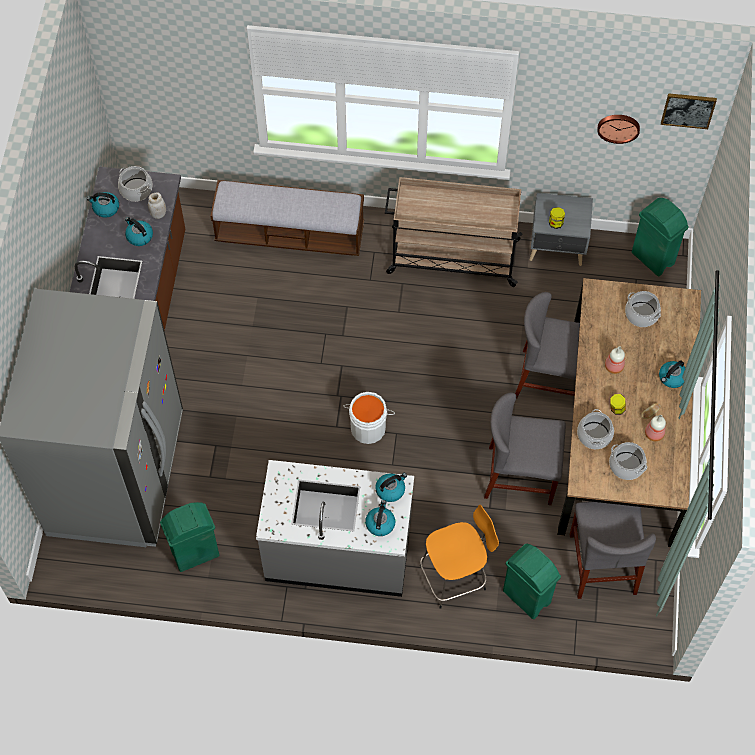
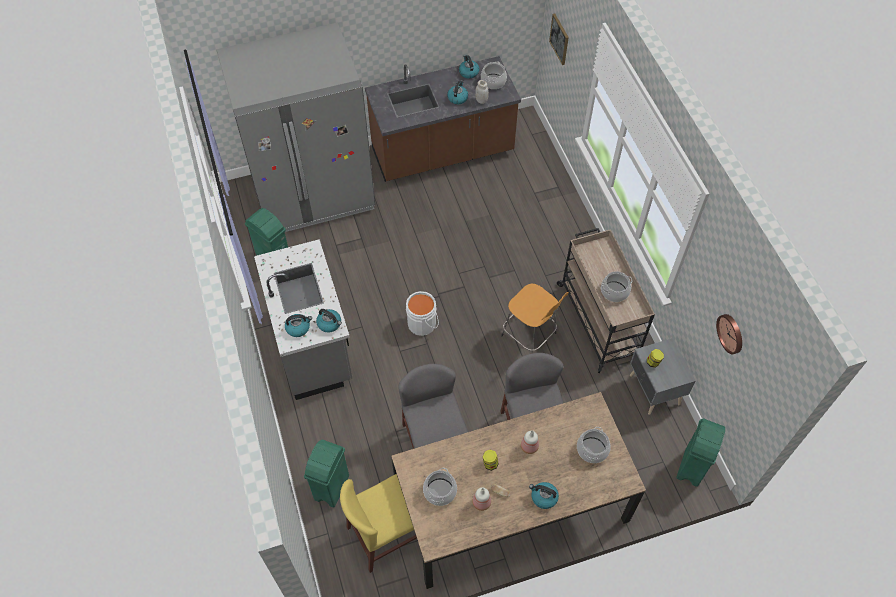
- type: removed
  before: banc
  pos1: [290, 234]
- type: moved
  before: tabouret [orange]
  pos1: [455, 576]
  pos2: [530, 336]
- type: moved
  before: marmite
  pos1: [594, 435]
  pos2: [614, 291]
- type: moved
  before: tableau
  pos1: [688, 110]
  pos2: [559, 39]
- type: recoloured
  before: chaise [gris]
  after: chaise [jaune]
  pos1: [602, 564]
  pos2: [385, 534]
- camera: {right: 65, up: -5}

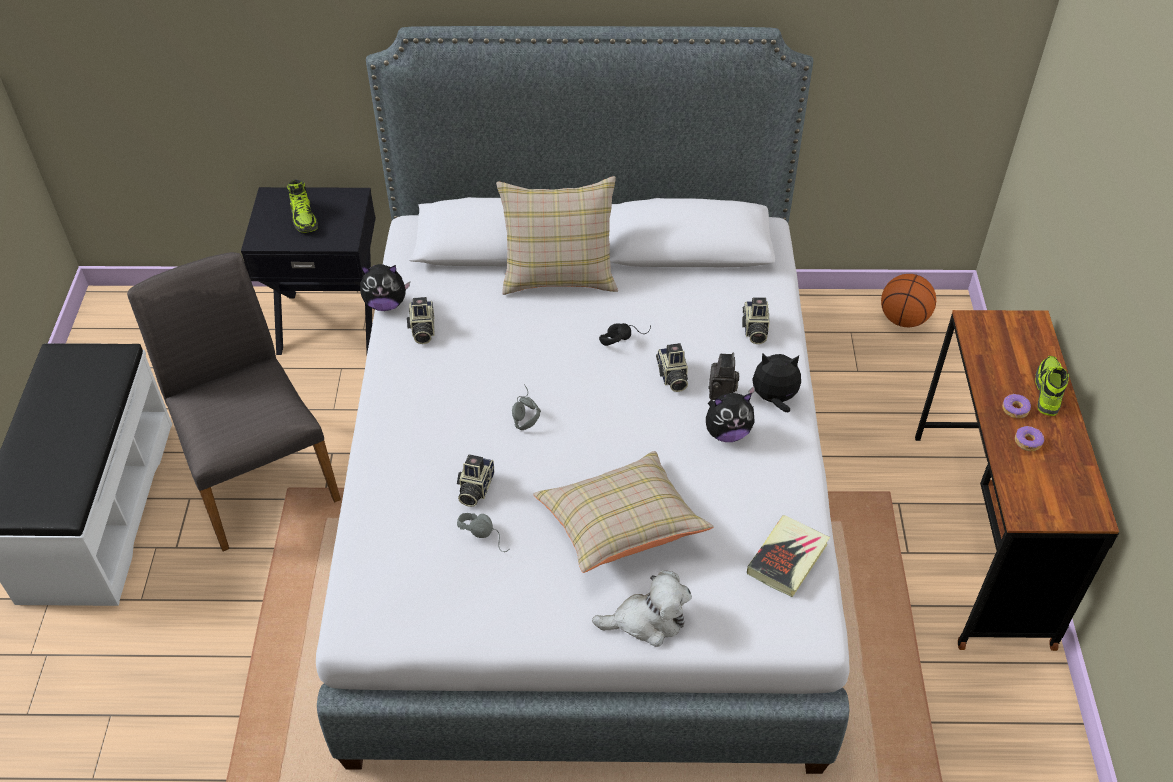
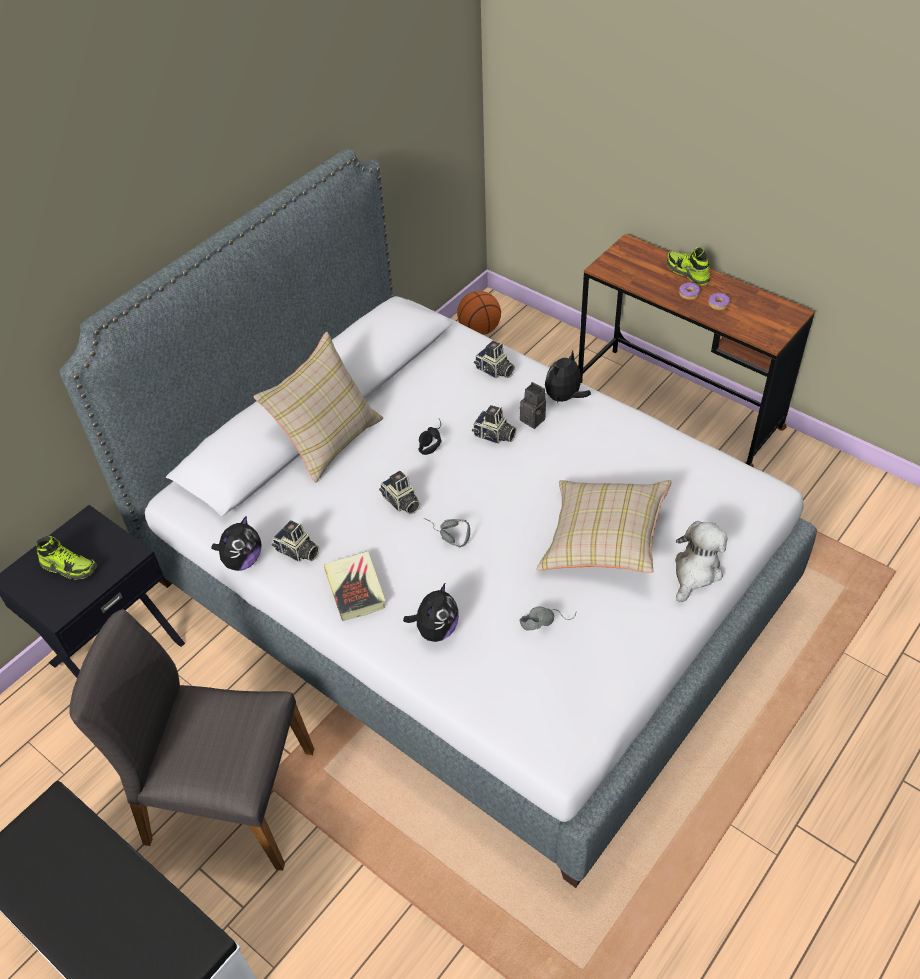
- type: moved
  before: appareil photo
  pos1: [474, 488]
  pos2: [401, 502]
- type: moved
  before: peluche
  pos1: [727, 432]
  pos2: [435, 630]
- type: moved
  before: livre
  pos1: [787, 559]
  pos2: [355, 589]
- camera: {right: -50, up: 0}

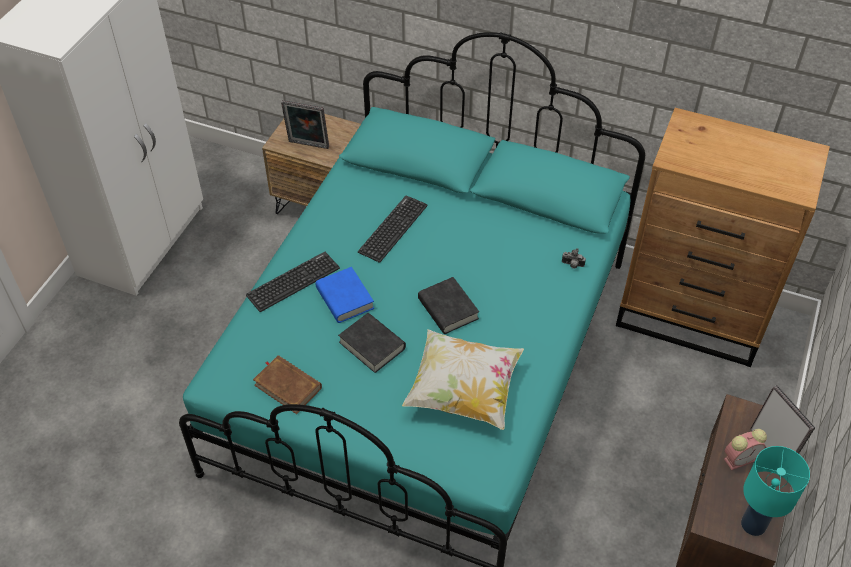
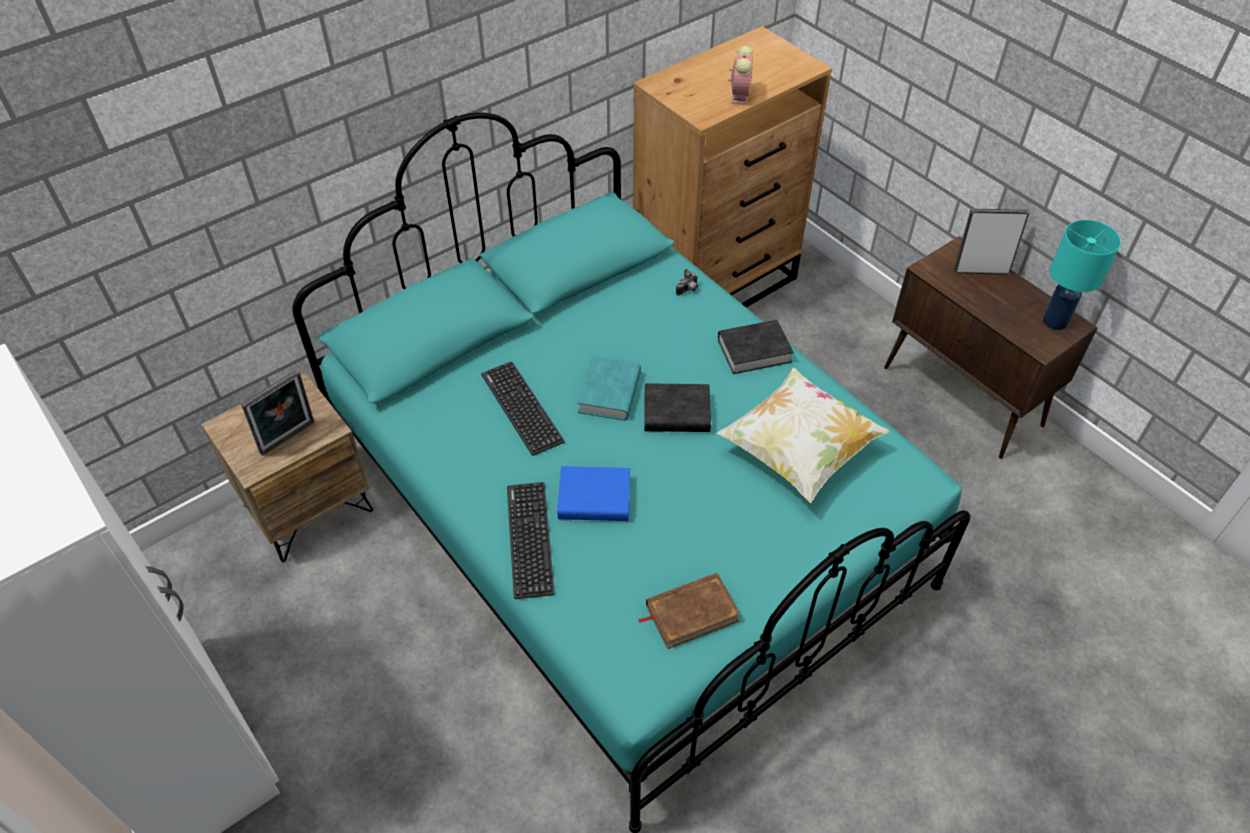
- type: added
  after: livre [turquoise]
  pos2: [609, 393]
- type: moved
  before: livre [noir]
  pos1: [372, 345]
  pos2: [754, 351]
- type: moved
  before: réveil
  pos1: [740, 459]
  pos2: [739, 95]
- camera: {right: -60, up: 0}

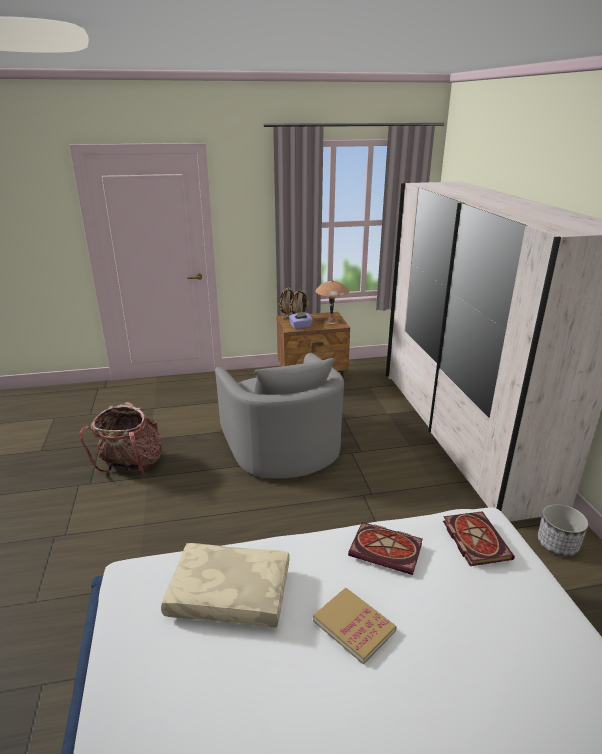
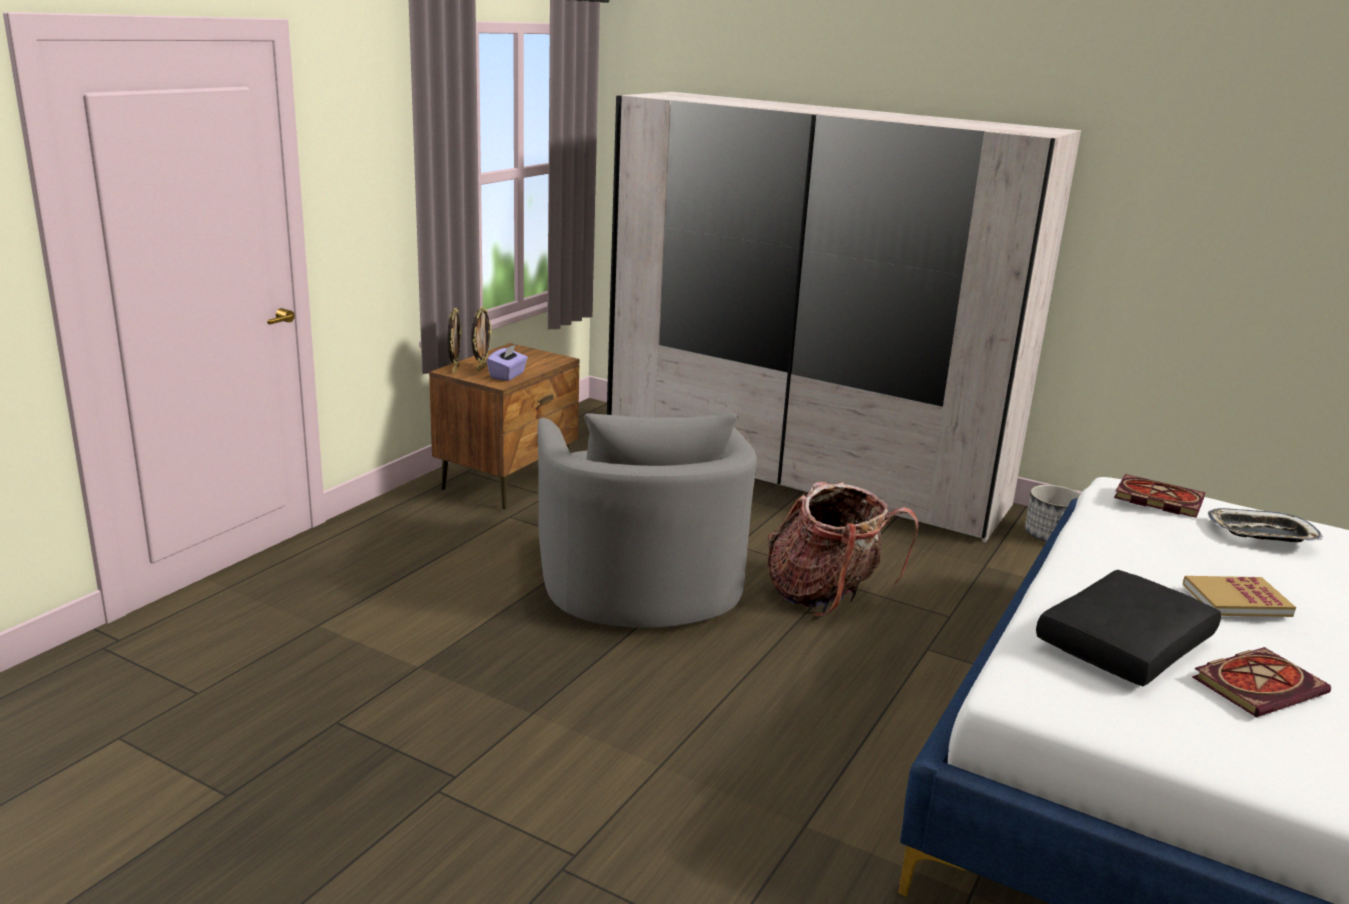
- type: removed
  before: lampe de table [marron]
  pos1: [331, 321]
- type: added
  after: plateau
  pos2: [1261, 533]
- type: moved
  before: sac à dos
  pos1: [131, 465]
  pos2: [827, 596]
- type: moved
  before: livre
  pos1: [387, 550]
  pos2: [1258, 684]
- type: recoloured
  before: coussin [beige]
  after: coussin [noir]
  pos1: [228, 595]
  pos2: [1126, 645]
- type: turned
  before: fauteuil [gris]
  pos1: [282, 445]
  pos2: [639, 577]
  turn: 60
- camera: {right: -50, up: -5}

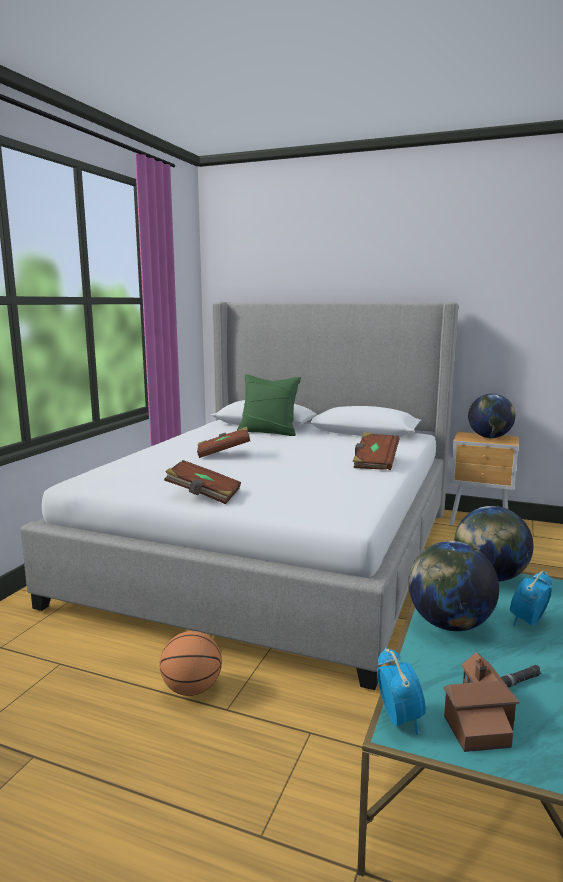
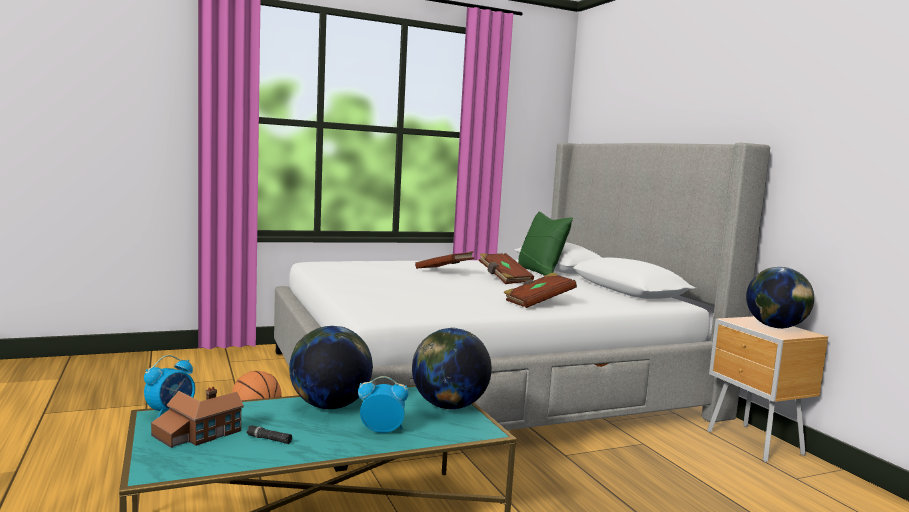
- type: moved
  before: livre [marron]
  pos1: [203, 495]
  pos2: [504, 279]
- camera: {right: 45, up: -5}

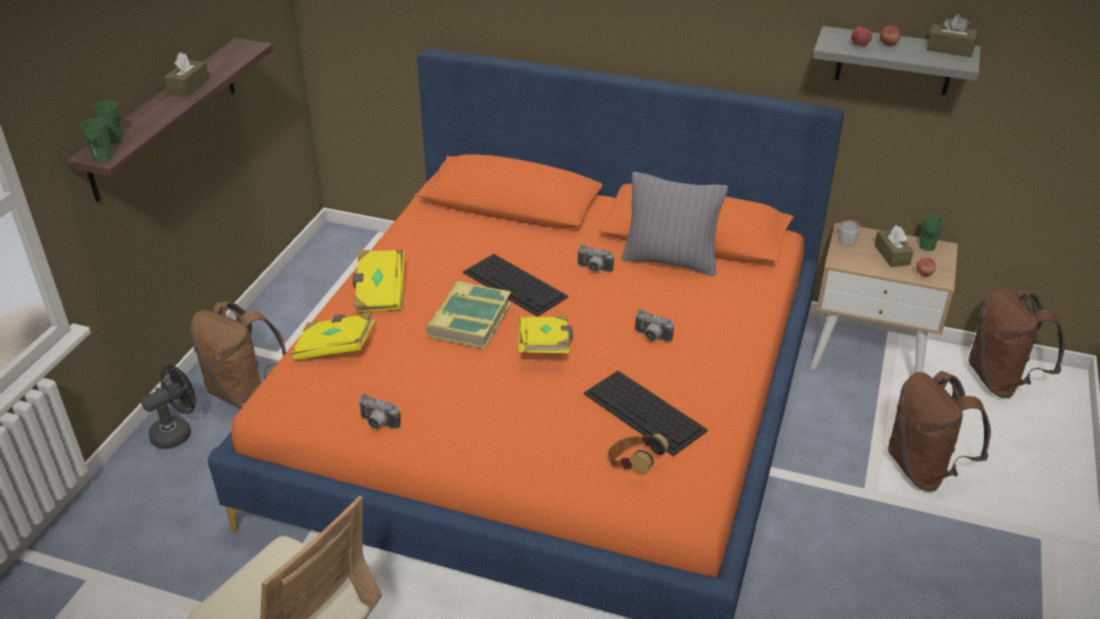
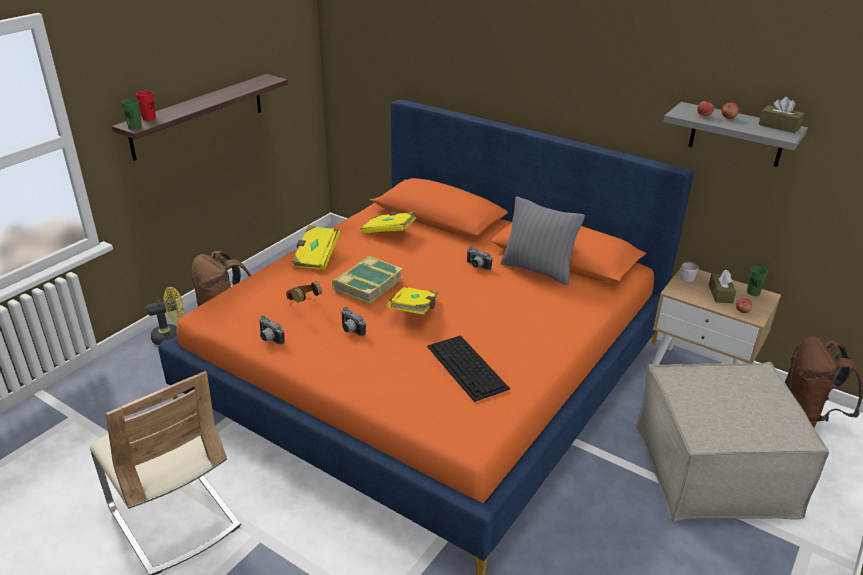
- type: removed
  before: boîte à mouchoirs [marron]
  pos1: [188, 86]
- type: removed
  before: clavier
  pos1: [515, 284]
- type: moved
  before: livre [jaune]
  pos1: [335, 348]
  pos2: [388, 232]
- type: moved
  before: casque audio
  pos1: [633, 466]
  pos2: [303, 303]
- type: moved
  before: appareil photo
  pos1: [651, 337]
  pos2: [350, 330]
- type: replaced
  before: sac à dos [marron]
  after: pouf [beige]
  pos1: [924, 469]
  pos2: [714, 470]
- type: recoloured
  before: tasse [vert]
  after: tasse [rouge]
  pos1: [114, 139]
  pos2: [149, 118]
- type: recoloured
  before: ventilateur [noir]
  after: ventilateur [jaune]
  pos1: [177, 432]
  pos2: [171, 336]
- camera: {right: 15, up: -5}

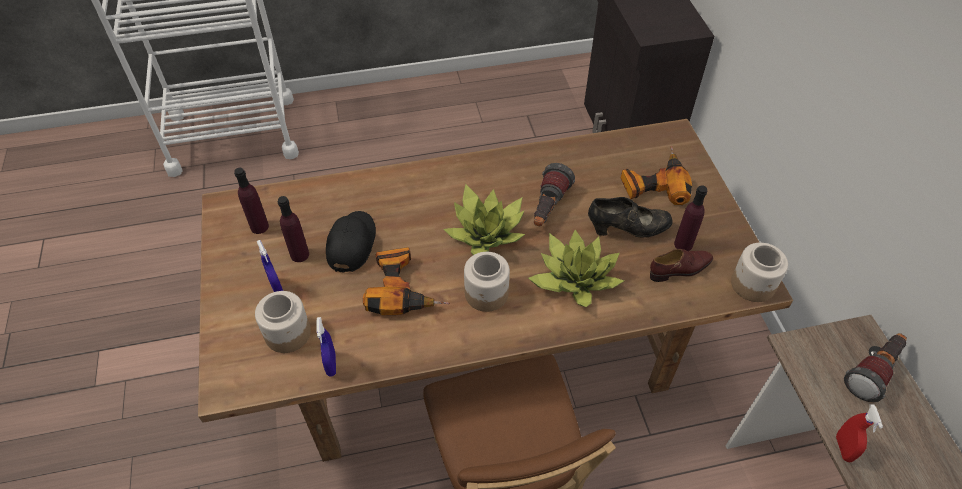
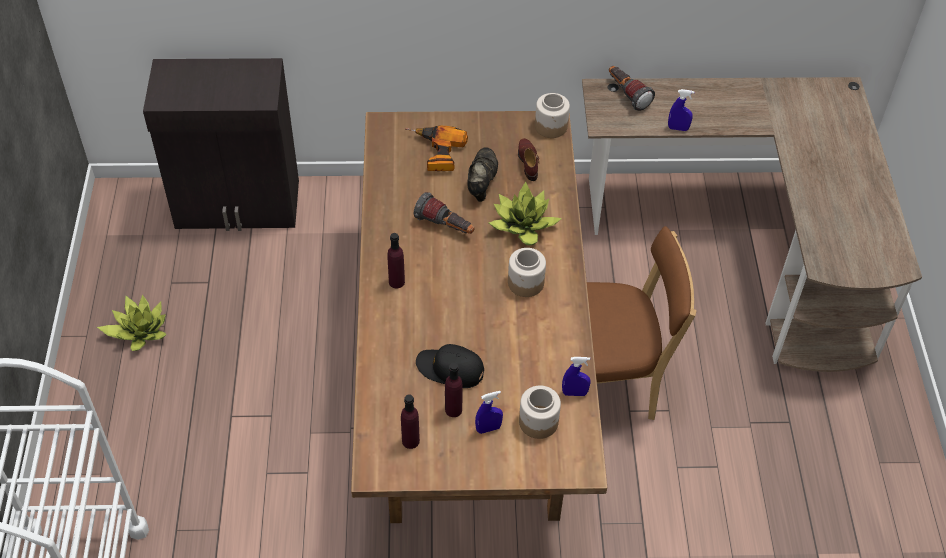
- type: removed
  before: perceuse
  pos1: [403, 288]
- type: moved
  before: plante en pot
  pos1: [486, 232]
  pos2: [139, 331]
- type: moved
  before: bouteille [violet]
  pos1: [683, 244]
  pos2: [396, 282]
- type: recoloured
  before: vaporisateur [rouge]
  after: vaporisateur [bleu]
  pos1: [843, 448]
  pos2: [678, 128]
- camera: {right: -80, up: 0}

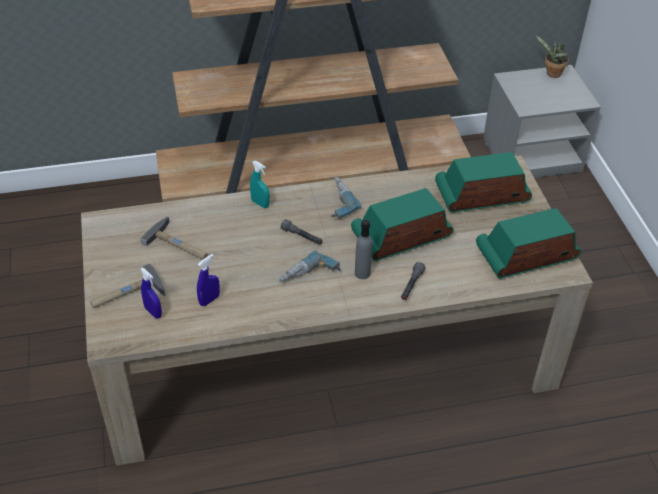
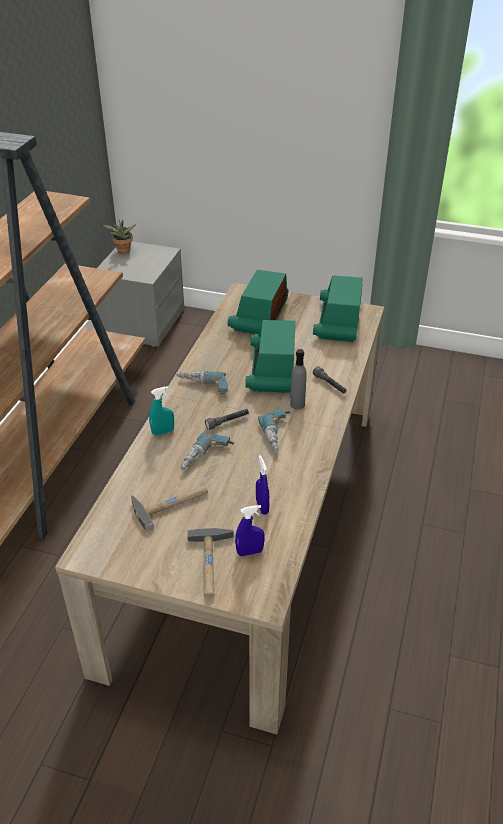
- type: added
  after: perceuse
  pos2: [206, 458]
- camera: {right: -60, up: -5}

